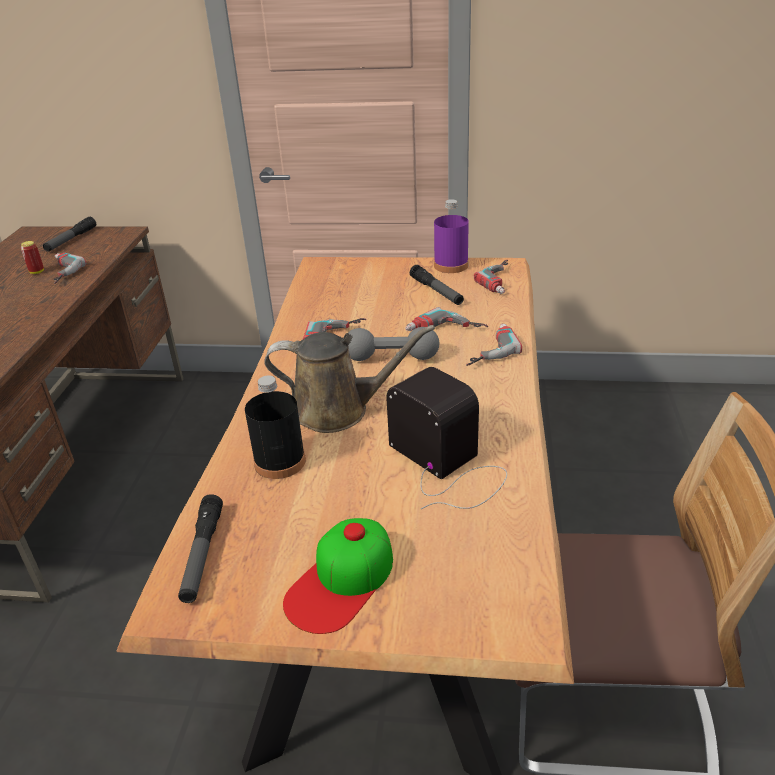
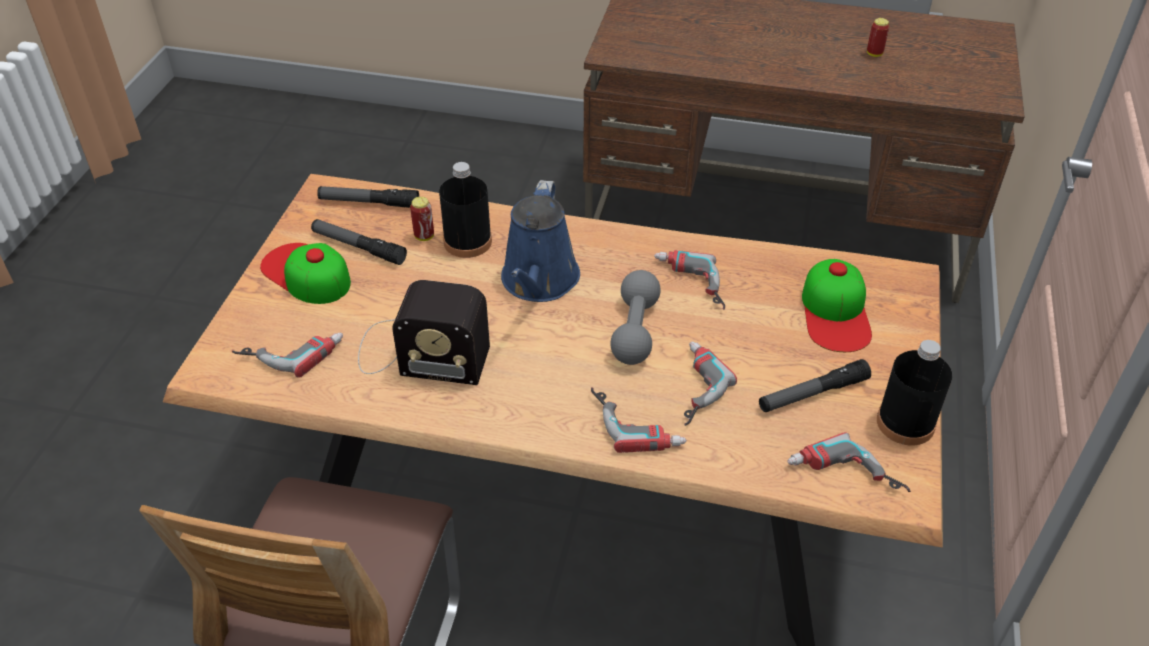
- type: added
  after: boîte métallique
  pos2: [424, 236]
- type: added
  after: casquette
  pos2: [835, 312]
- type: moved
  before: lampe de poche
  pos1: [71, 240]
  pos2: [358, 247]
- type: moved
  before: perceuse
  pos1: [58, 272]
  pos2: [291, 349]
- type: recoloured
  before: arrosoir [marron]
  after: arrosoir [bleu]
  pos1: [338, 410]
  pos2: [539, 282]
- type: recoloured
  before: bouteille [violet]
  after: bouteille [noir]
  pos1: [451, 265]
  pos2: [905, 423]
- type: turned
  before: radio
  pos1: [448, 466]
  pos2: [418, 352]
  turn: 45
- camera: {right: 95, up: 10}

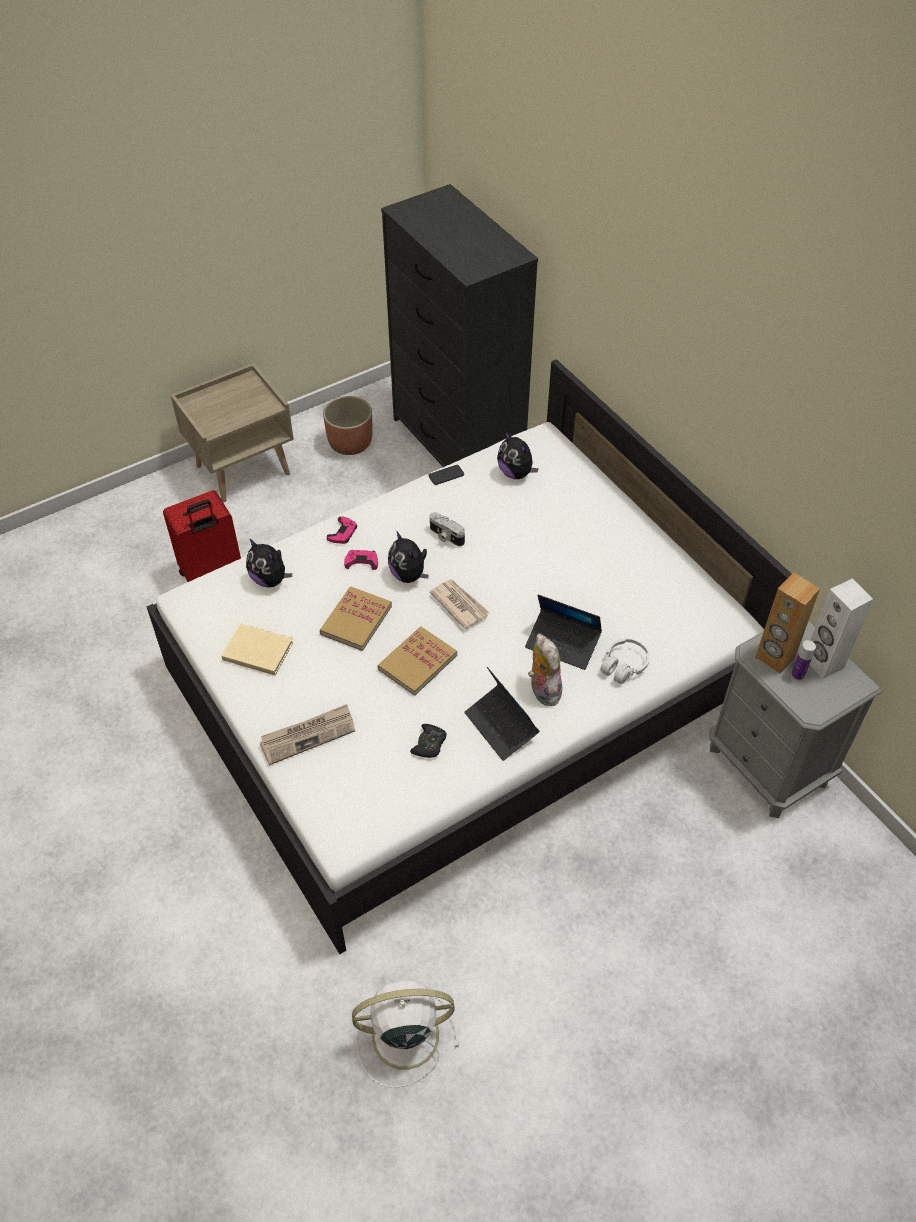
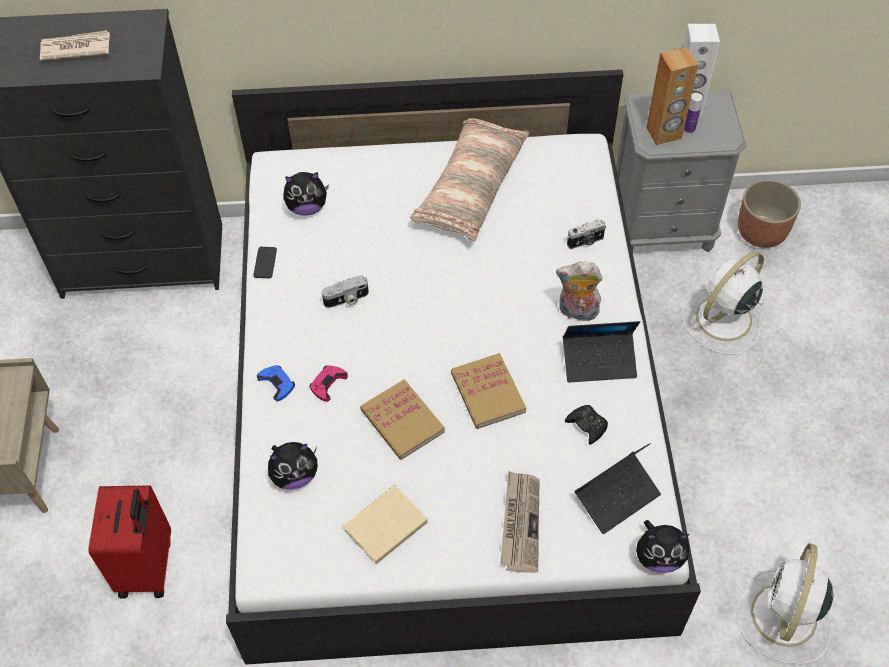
- type: added
  after: coussin
  pos2: [470, 187]
- type: added
  after: ventilateur [blanc]
  pos2: [721, 320]
- type: moved
  before: cache-pot
  pos1: [350, 443]
  pos2: [761, 232]
- type: moved
  before: peluche
  pos1: [409, 575]
  pos2: [658, 557]
- type: moved
  before: journal
  pos1: [459, 604]
  pos2: [75, 48]
- type: moved
  before: ordinateur portable
  pos1: [563, 644]
  pos2: [617, 496]
- type: replaced
  before: casque audio [blanc]
  after: appareil photo
  pos1: [624, 665]
  pos2: [585, 242]
- type: recoloured
  before: manette [rose]
  after: manette [bleu]
  pos1: [342, 533]
  pos2: [277, 384]
- camera: {right: -60, up: 5}

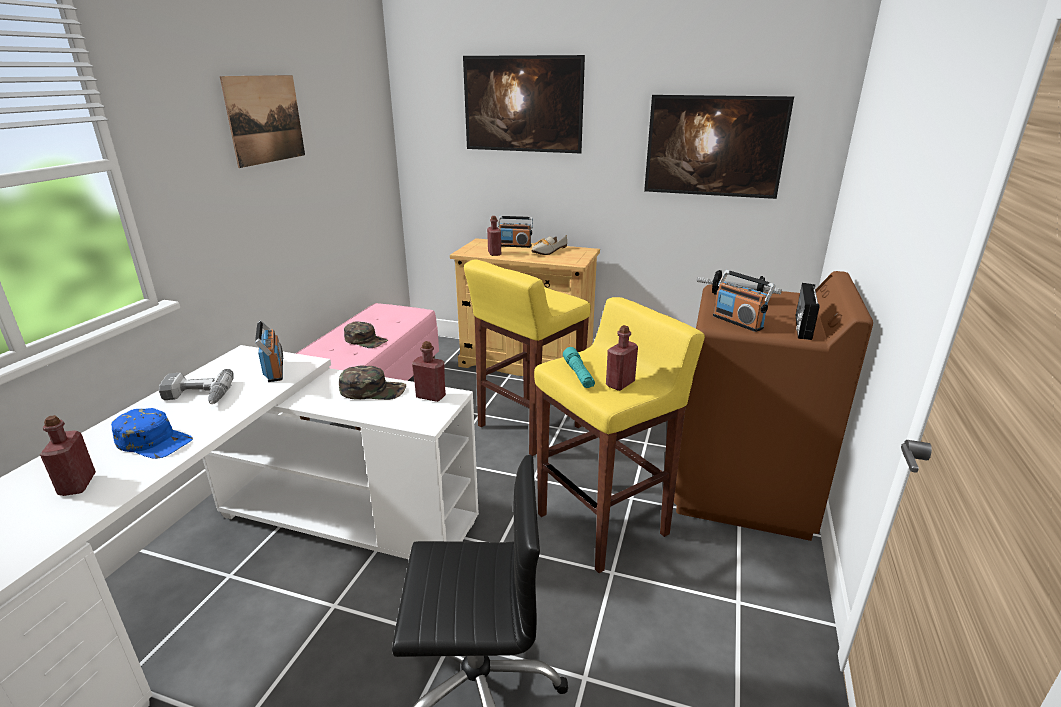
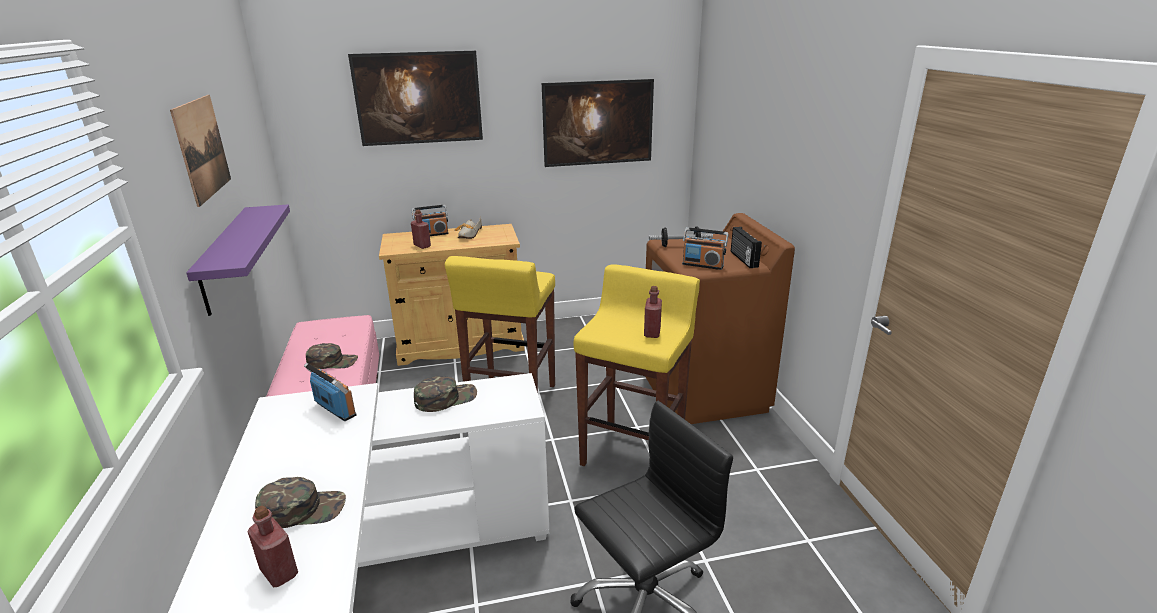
- type: removed
  before: perceuse
  pos1: [196, 397]
- type: removed
  before: bouteille [rouge]
  pos1: [430, 396]
- type: removed
  before: lampe de poche [turquoise]
  pos1: [578, 374]
- type: added
  after: étagère [violet]
  pos2: [225, 259]
- type: recoloured
  before: casquette [bleu]
  after: casquette [vert]
  pos1: [154, 441]
  pos2: [303, 509]
- camera: {right: -30, up: 0}

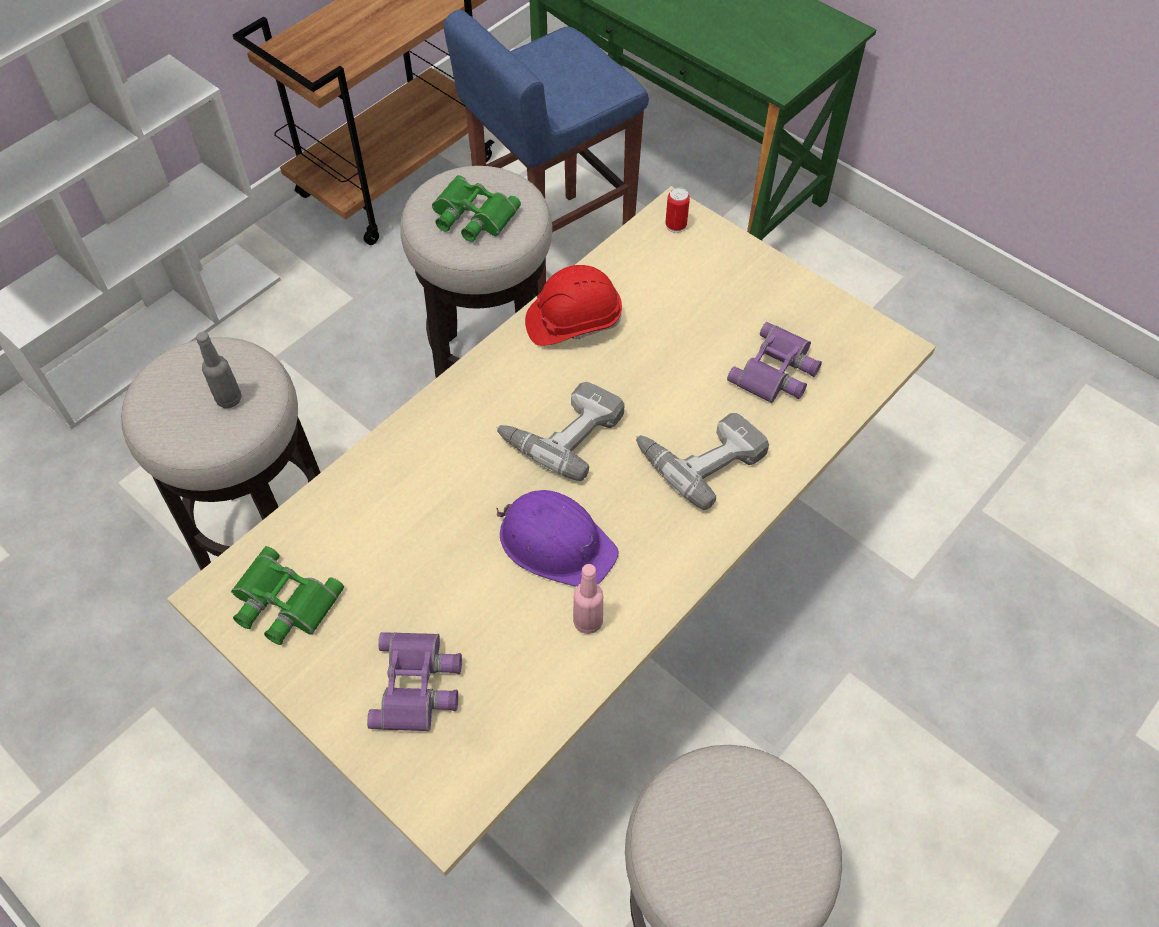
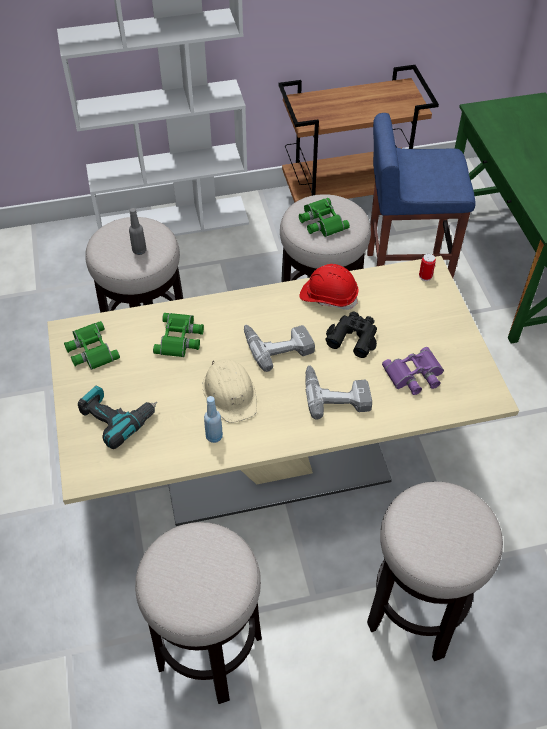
- type: added
  after: jumelles [vert]
  pos2: [180, 338]
- type: added
  after: jumelles [noir]
  pos2: [353, 337]
- type: added
  after: tabouret
  pos2: [416, 611]
- type: replaced
  before: jumelles [violet]
  after: perceuse
  pos1: [418, 685]
  pos2: [117, 418]
- type: recoloured
  before: casque de chantier [violet]
  after: casque de chantier [beige]
  pos1: [556, 542]
  pos2: [230, 393]
- type: recoloured
  before: bouteille [rose]
  after: bouteille [bleu]
  pos1: [587, 622]
  pos2: [214, 436]
- camera: {right: 35, up: -5}

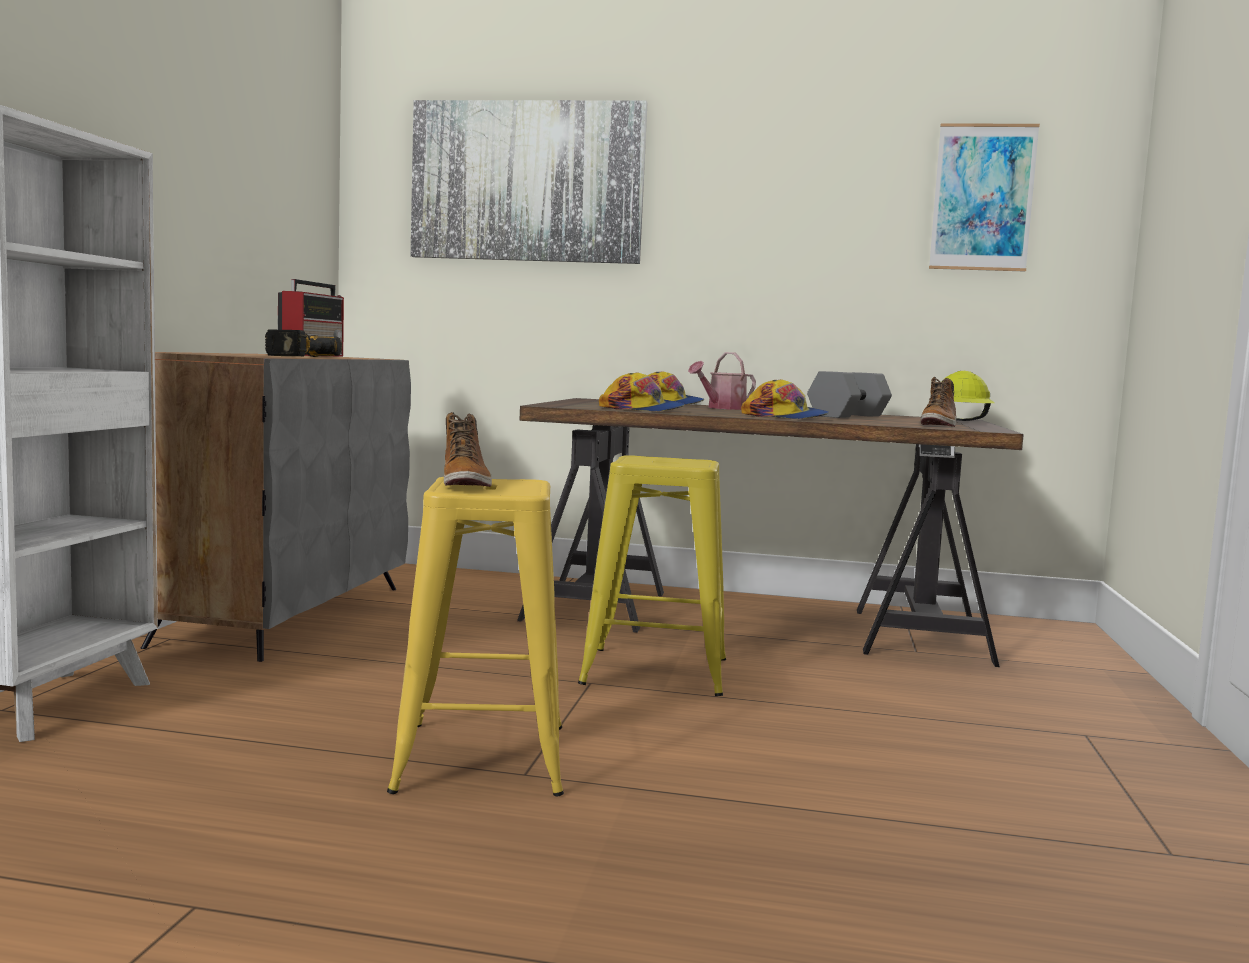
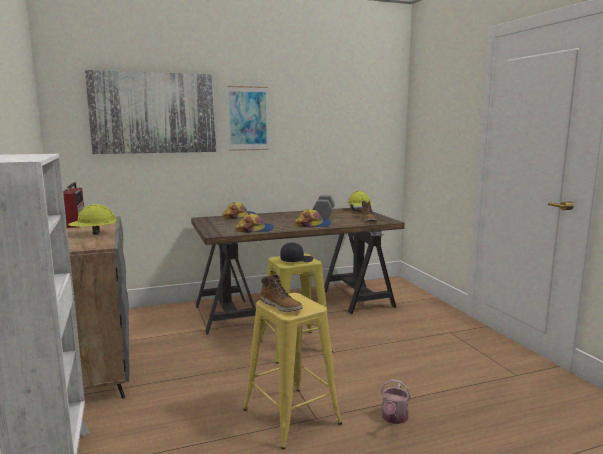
- type: added
  after: casquette [noir]
  pos2: [296, 260]
- type: moved
  before: arrosoir
  pos1: [722, 408]
  pos2: [393, 418]
- type: moved
  before: tableau
  pos1: [983, 197]
  pos2: [248, 118]
- type: replaced
  before: perceuse
  after: casque de chantier [jaune]
  pos1: [293, 356]
  pos2: [94, 234]
- camera: {right: -30, up: 5}

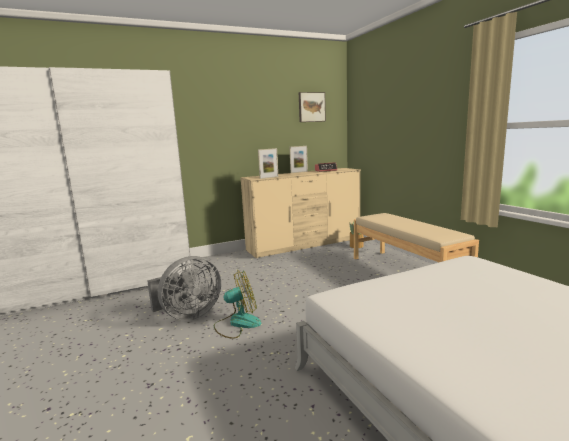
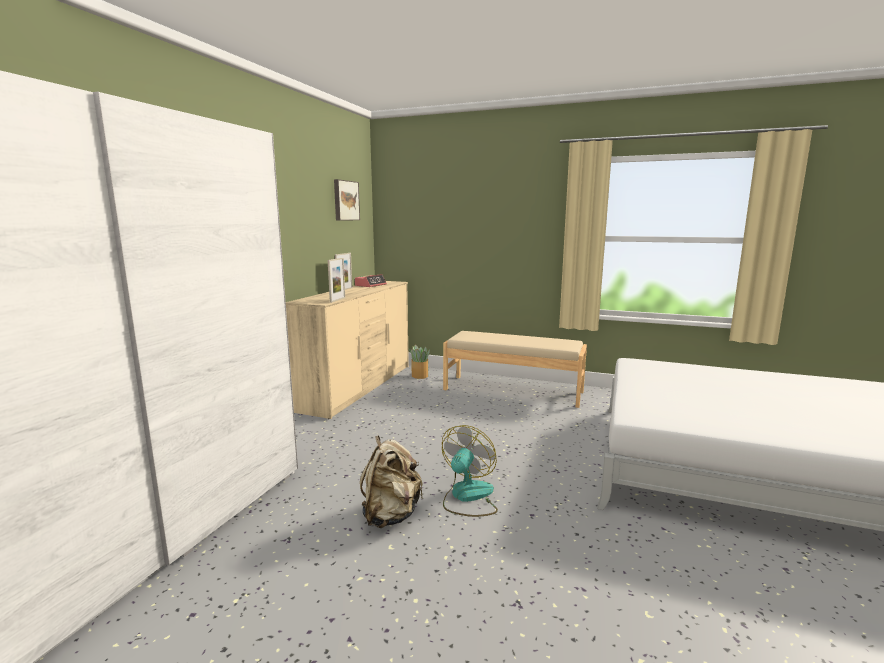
- type: replaced
  before: ventilateur [gris]
  after: sac à dos [beige]
  pos1: [188, 315]
  pos2: [391, 515]
- camera: {right: -45, up: 0}

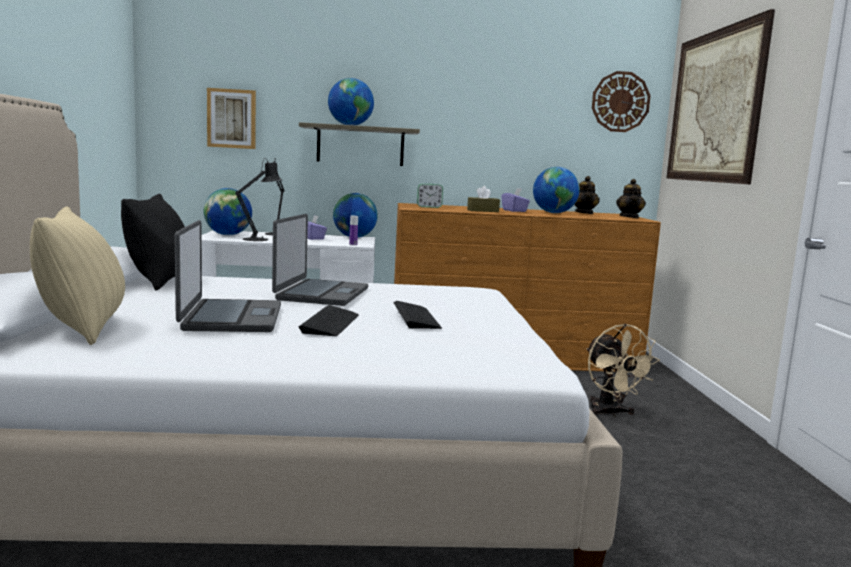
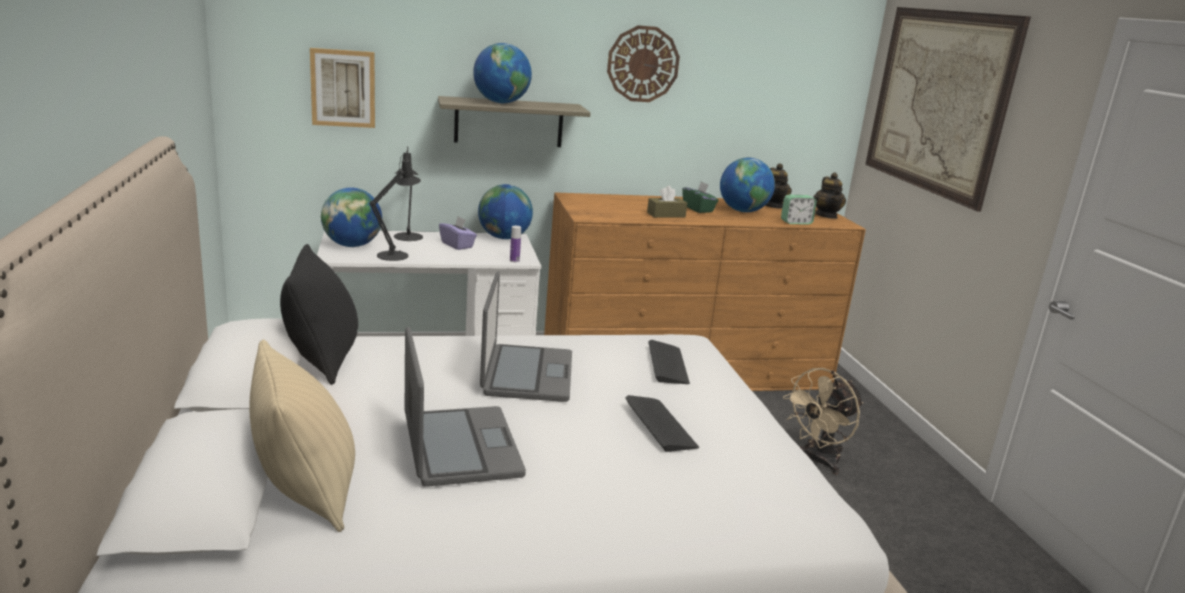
- type: moved
  before: clavier
  pos1: [330, 323]
  pos2: [667, 364]
- type: moved
  before: réveil
  pos1: [429, 207]
  pos2: [796, 222]
- type: moved
  before: horloge murale
  pos1: [620, 102]
  pos2: [643, 64]
- type: recoloured
  before: boîte à mouchoirs [violet]
  after: boîte à mouchoirs [vert]
  pos1: [514, 211]
  pos2: [698, 209]
- type: turned
  before: ventilateur [beige]
  pos1: [610, 413]
  pos2: [817, 461]
  turn: 75
- camera: {right: -10, up: 10}

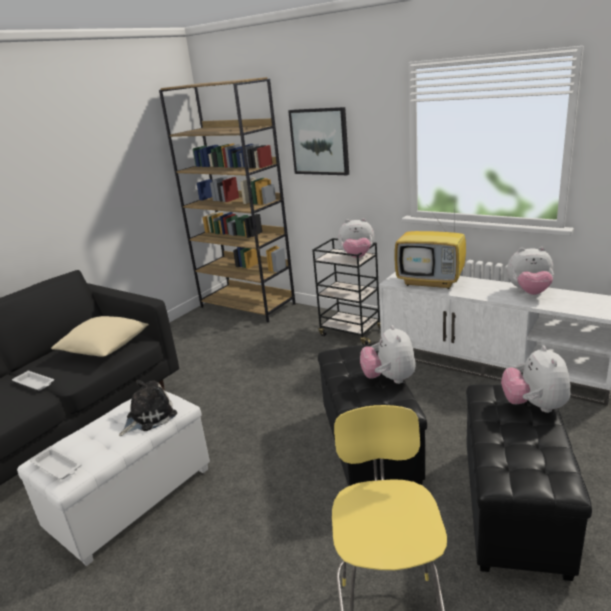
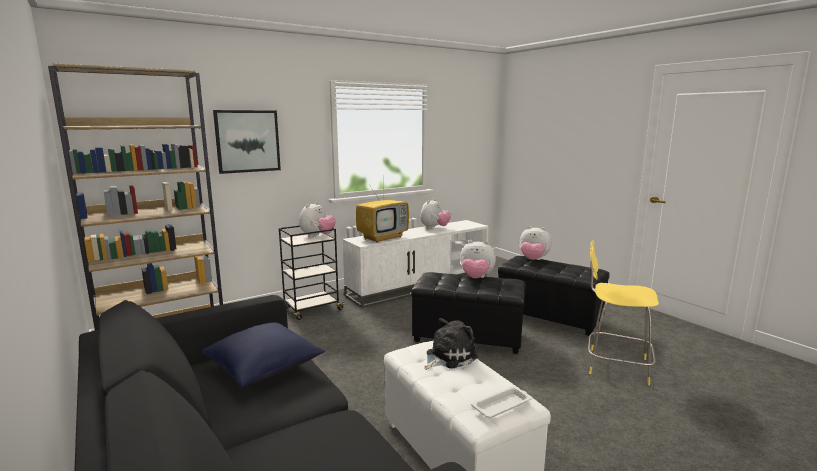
- type: removed
  before: plateau [blanc]
  pos1: [35, 383]
- type: recoloured
  before: coussin [beige]
  after: coussin [bleu]
  pos1: [105, 349]
  pos2: [264, 369]
- type: turned
  before: peluche
  pos1: [148, 417]
  pos2: [448, 356]
  turn: 75
- camera: {right: -70, up: -10}

